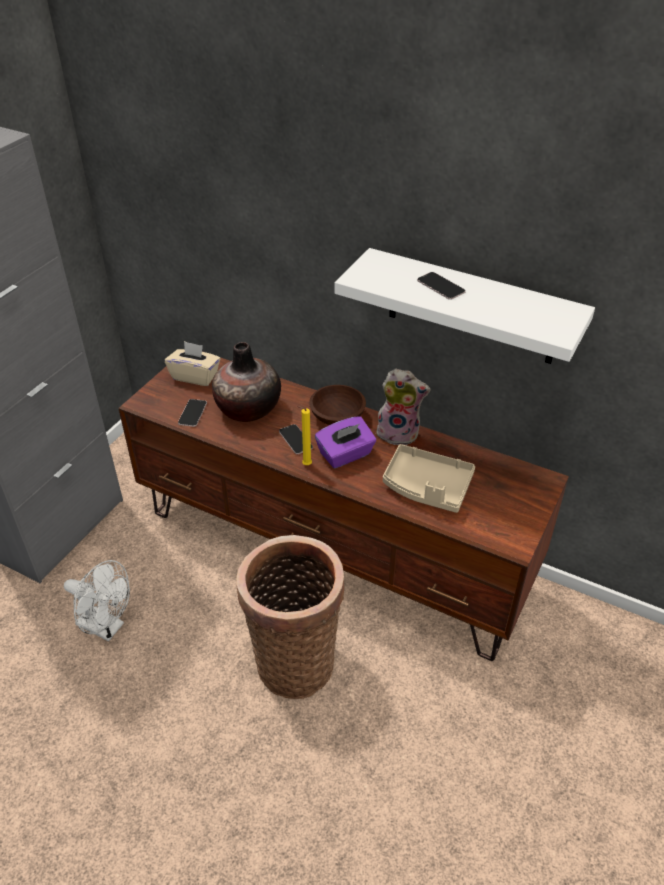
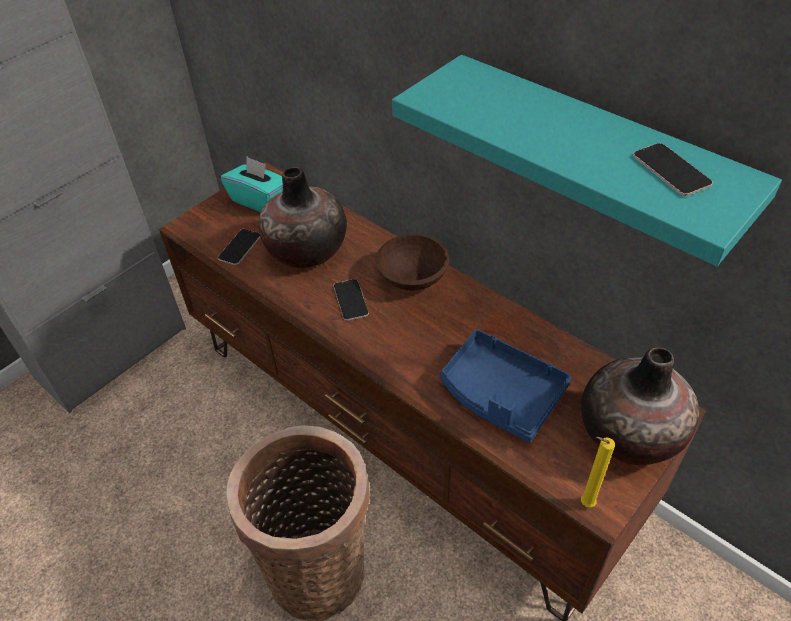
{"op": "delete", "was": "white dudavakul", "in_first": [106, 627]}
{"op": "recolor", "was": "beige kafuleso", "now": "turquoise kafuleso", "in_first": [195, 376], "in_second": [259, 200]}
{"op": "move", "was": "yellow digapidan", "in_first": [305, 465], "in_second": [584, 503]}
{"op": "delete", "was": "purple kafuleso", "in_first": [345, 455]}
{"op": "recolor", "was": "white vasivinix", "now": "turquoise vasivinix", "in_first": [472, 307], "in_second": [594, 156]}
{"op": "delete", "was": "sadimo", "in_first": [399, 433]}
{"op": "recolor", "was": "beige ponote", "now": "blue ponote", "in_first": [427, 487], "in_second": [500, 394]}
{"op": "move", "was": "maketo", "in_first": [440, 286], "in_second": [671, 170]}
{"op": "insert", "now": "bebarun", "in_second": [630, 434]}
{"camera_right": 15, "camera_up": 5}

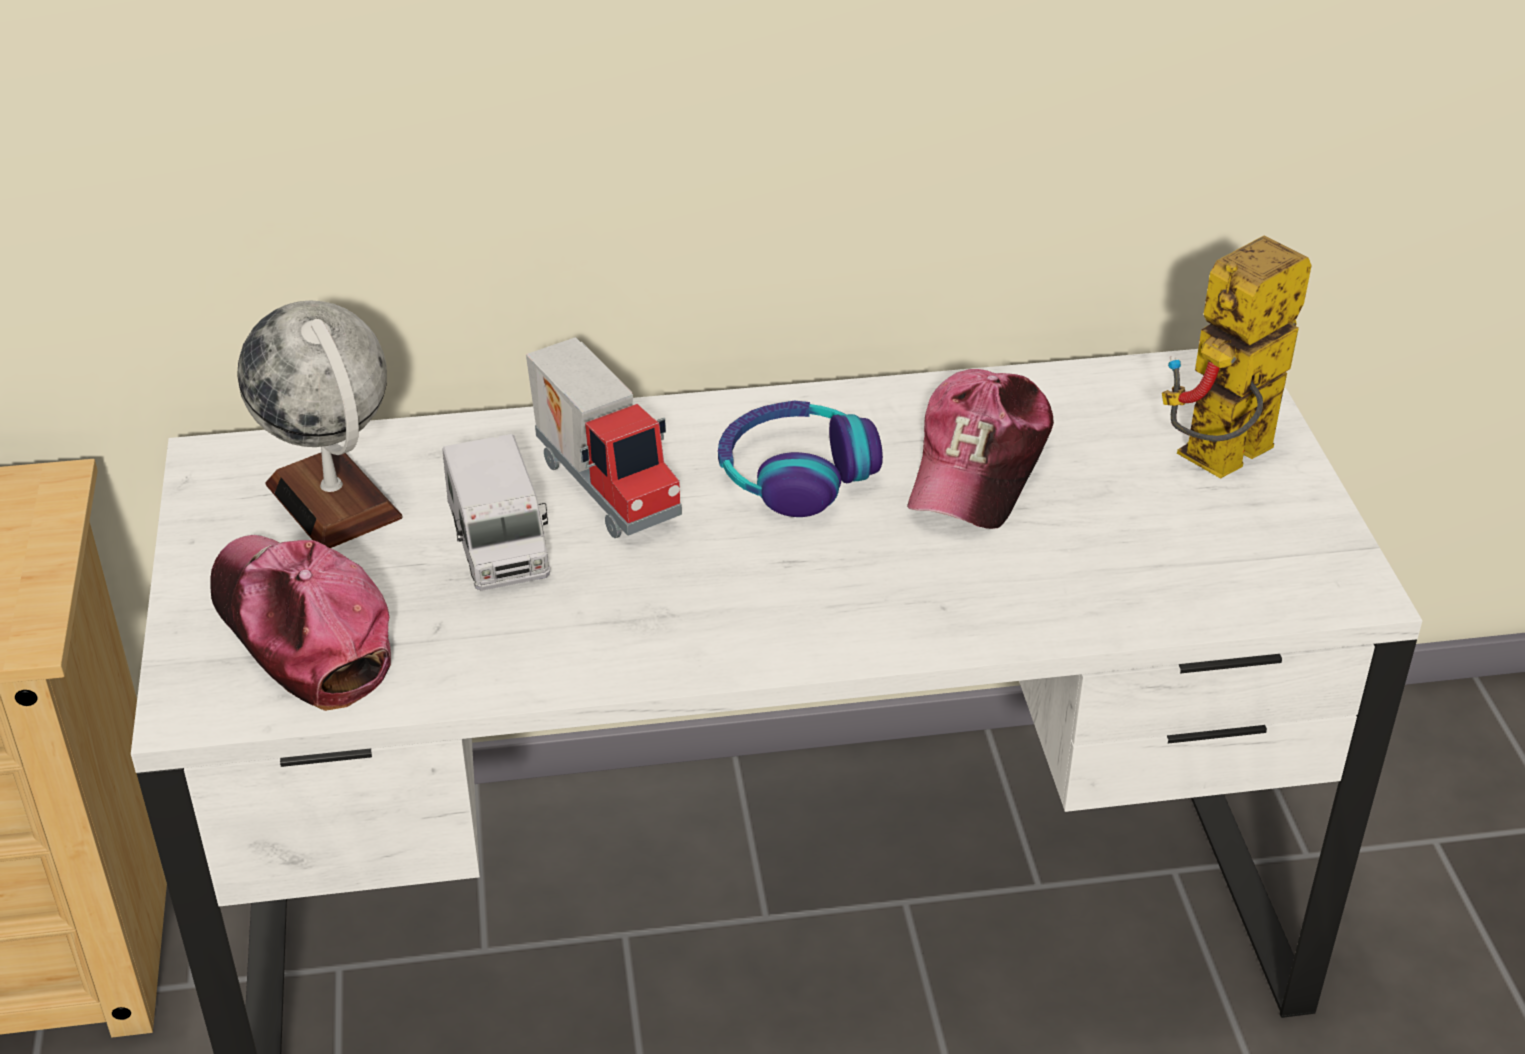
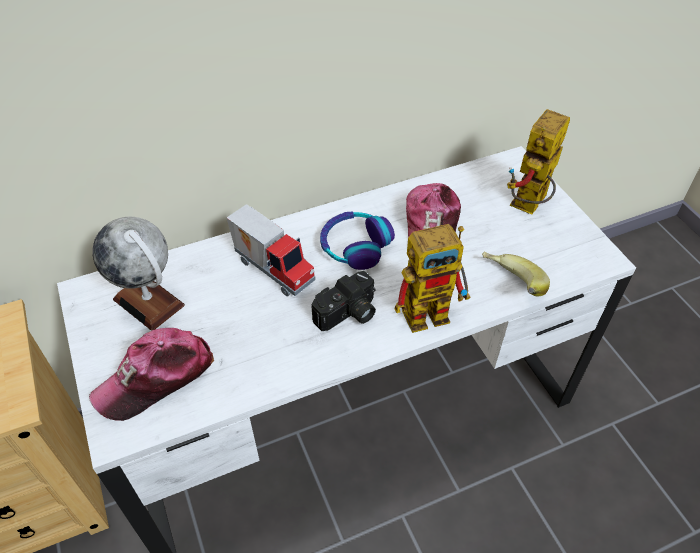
{"op": "rotate", "was": "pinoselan", "in_first": [301, 631], "in_second": [156, 378], "clockwise": -75}
{"op": "delete", "was": "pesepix", "in_first": [498, 544]}
{"op": "insert", "now": "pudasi", "in_second": [348, 314]}
{"op": "insert", "now": "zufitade", "in_second": [433, 310]}
{"op": "insert", "now": "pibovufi", "in_second": [509, 286]}
{"camera_right": -15, "camera_up": 10}

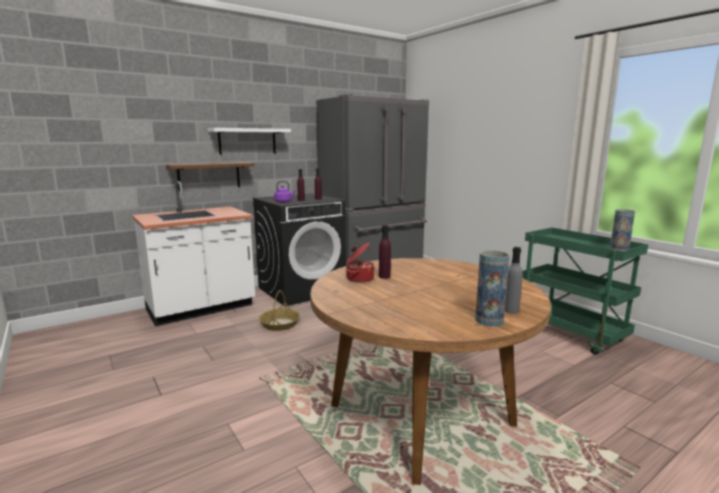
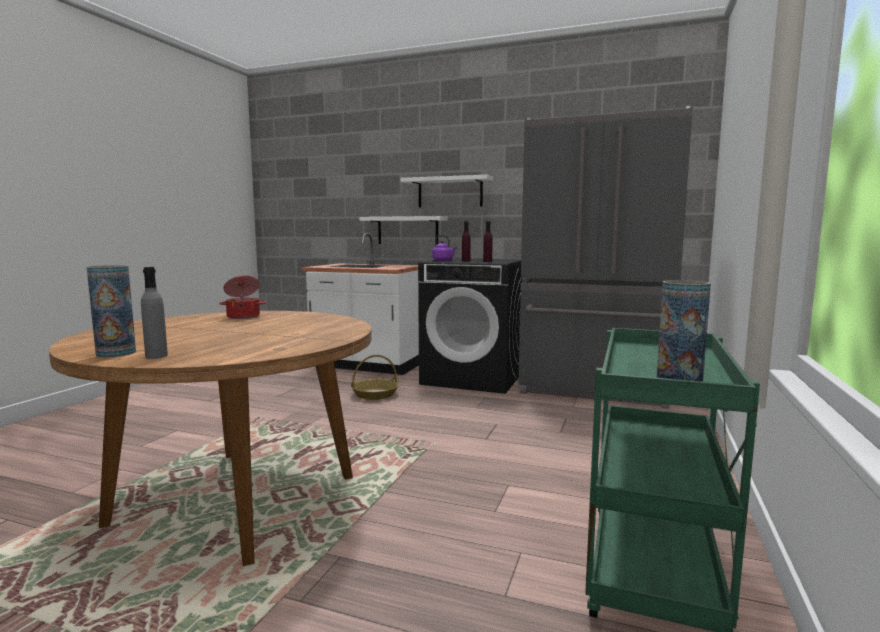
{"op": "recolor", "was": "brown vasivinix", "now": "white vasivinix", "in_first": [209, 176], "in_second": [407, 230]}
{"op": "delete", "was": "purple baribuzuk", "in_first": [384, 276]}
{"camera_right": 55, "camera_up": -5}

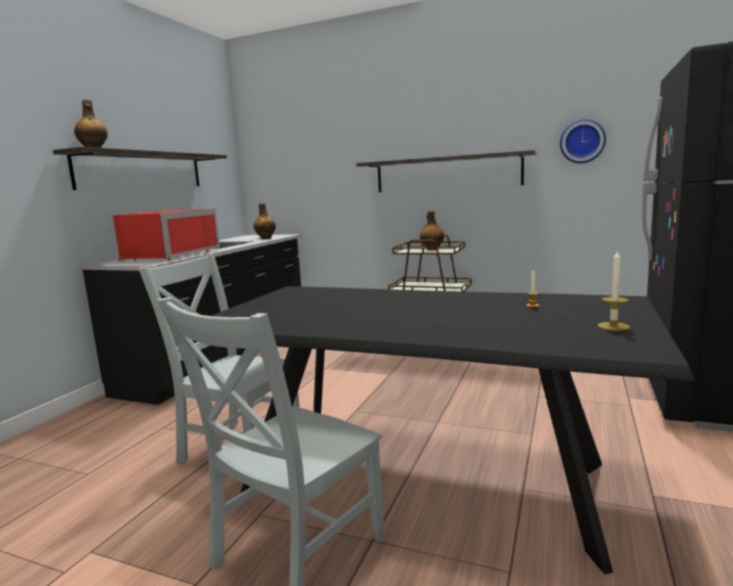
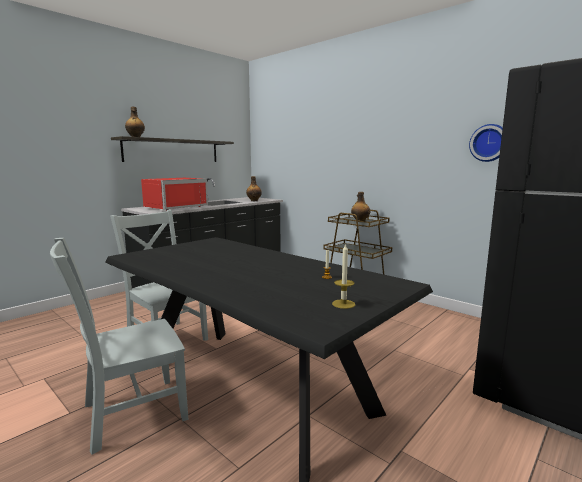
{"op": "delete", "was": "vasivinix", "in_first": [447, 173]}
{"camera_right": 20, "camera_up": 0}

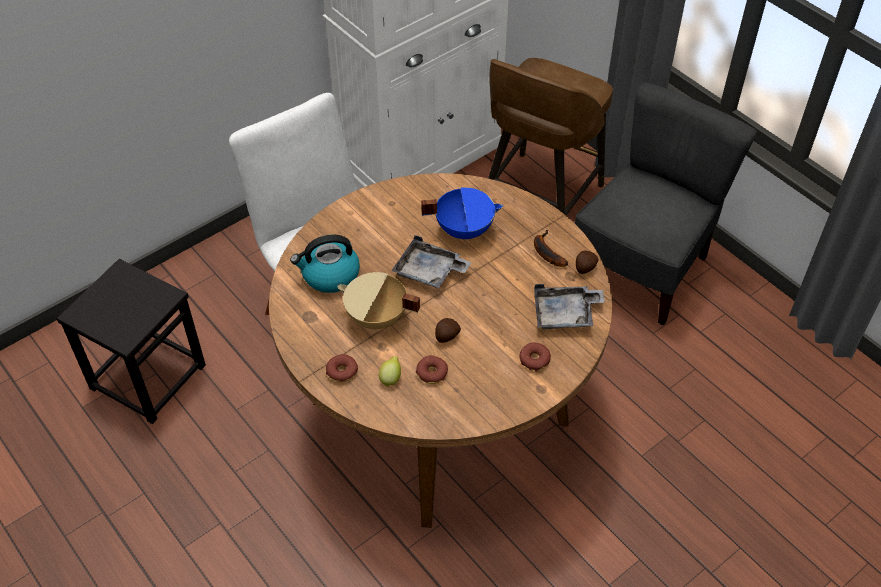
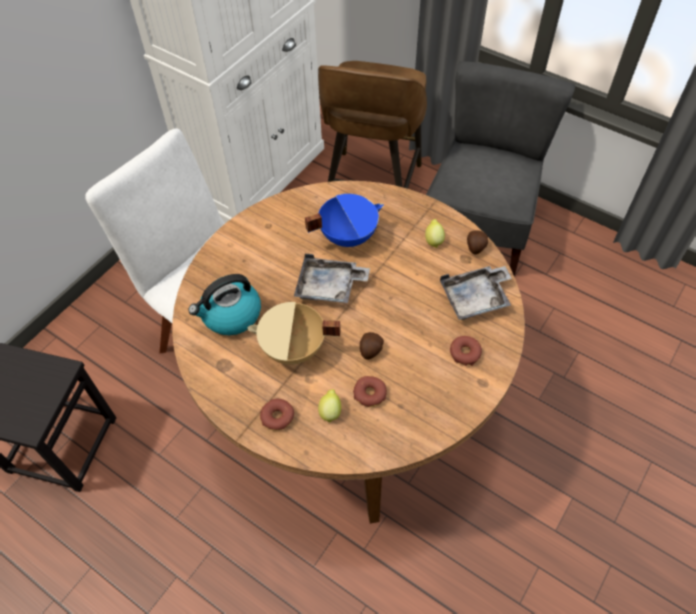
{"op": "replace", "was": "pibovufi", "now": "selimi", "in_first": [546, 252], "in_second": [433, 240]}
{"camera_right": -15, "camera_up": 5}

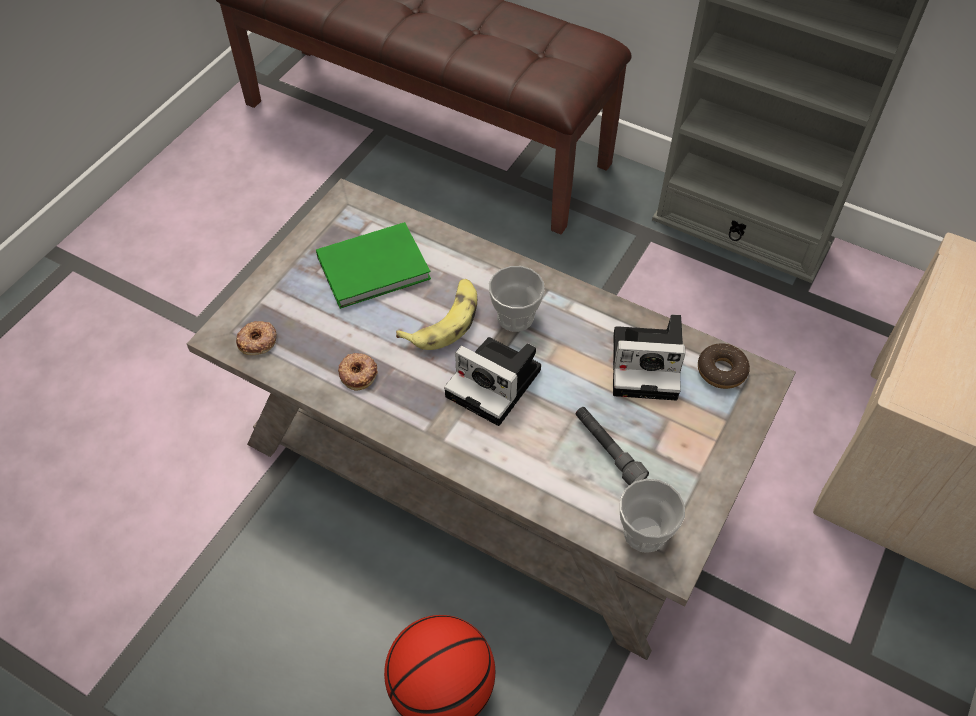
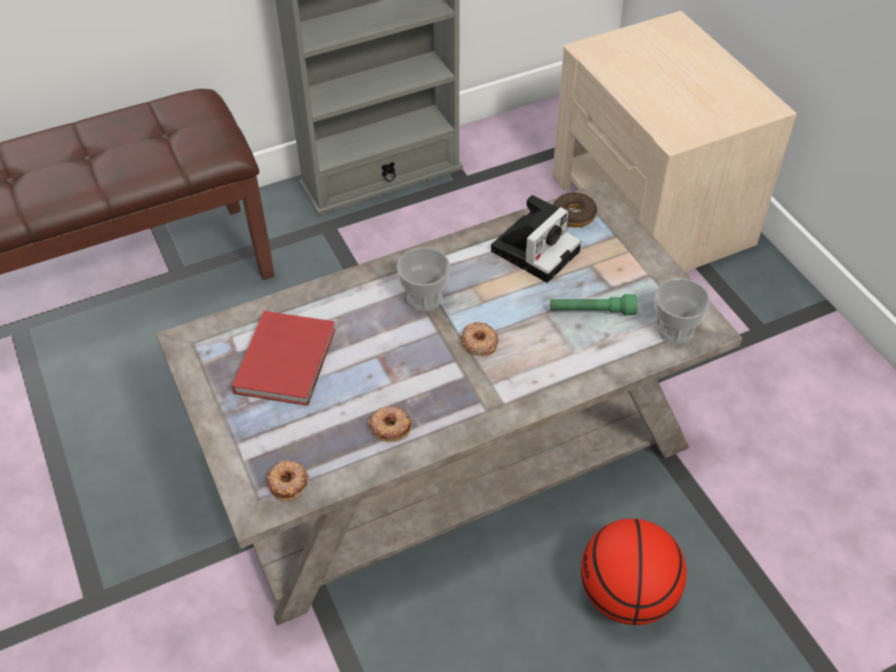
{"op": "recolor", "was": "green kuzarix", "now": "red kuzarix", "in_first": [377, 268], "in_second": [288, 359]}
{"op": "delete", "was": "pibovufi", "in_first": [444, 320]}
{"op": "replace", "was": "pudasi", "now": "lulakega", "in_first": [497, 384], "in_second": [479, 342]}
{"op": "recolor", "was": "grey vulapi", "now": "green vulapi", "in_first": [607, 450], "in_second": [592, 311]}
{"camera_right": -55, "camera_up": -5}

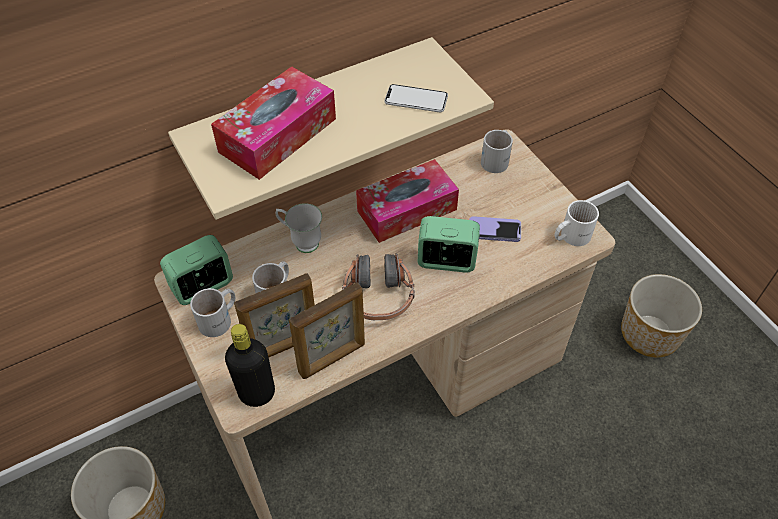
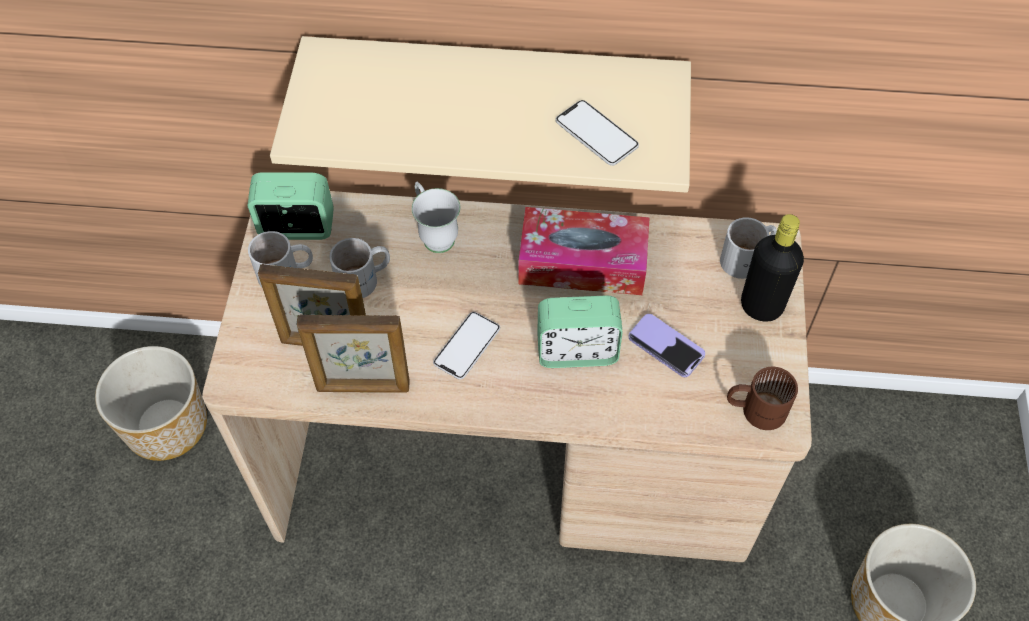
{"op": "delete", "was": "kafuleso", "in_first": [278, 135]}
{"op": "move", "was": "black baribuzuk", "in_first": [257, 393], "in_second": [761, 306]}
{"op": "replace", "was": "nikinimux", "now": "maketo", "in_first": [378, 296], "in_second": [467, 346]}
{"op": "rotate", "was": "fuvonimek", "in_first": [446, 261], "in_second": [577, 351], "clockwise": 135}
{"op": "recolor", "was": "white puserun", "now": "brown puserun", "in_first": [570, 235], "in_second": [756, 407]}
{"camera_right": 35, "camera_up": 5}

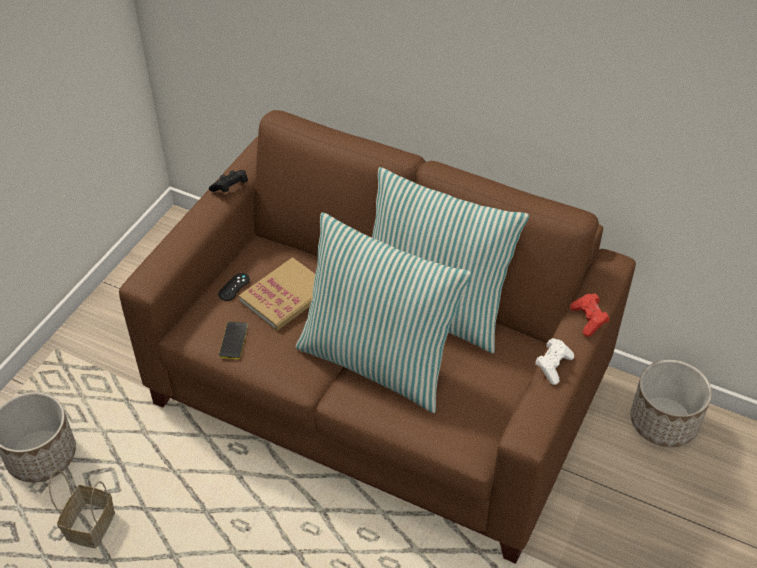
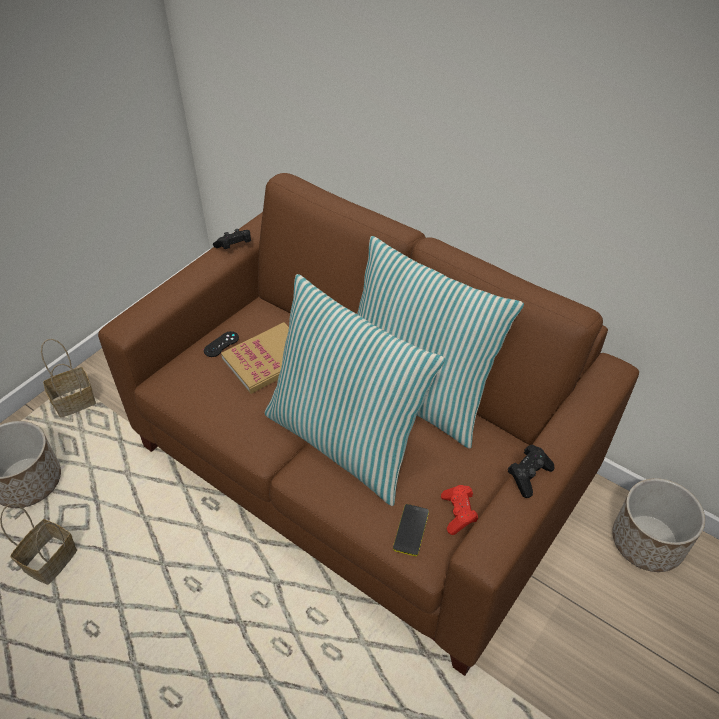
{"op": "move", "was": "maketo", "in_first": [234, 340], "in_second": [411, 530]}
{"op": "recolor", "was": "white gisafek", "now": "black gisafek", "in_first": [553, 366], "in_second": [528, 475]}
{"op": "move", "was": "red gisafek", "in_first": [589, 320], "in_second": [458, 514]}
{"op": "insert", "now": "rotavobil", "in_second": [76, 401]}
{"camera_right": 10, "camera_up": 0}

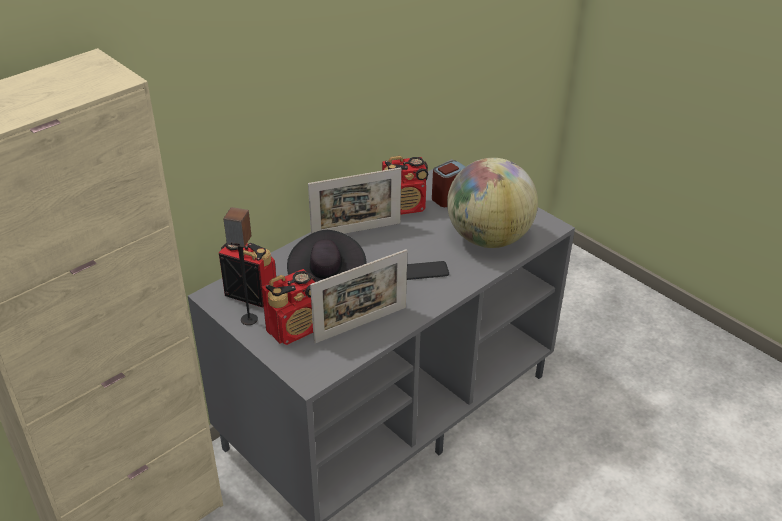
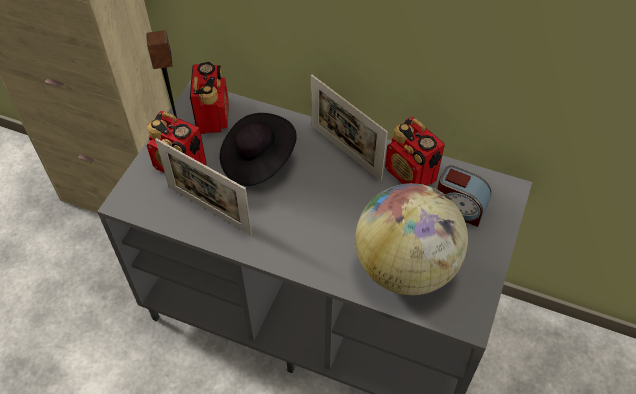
{"op": "delete", "was": "maketo", "in_first": [425, 271]}
{"camera_right": 65, "camera_up": 15}

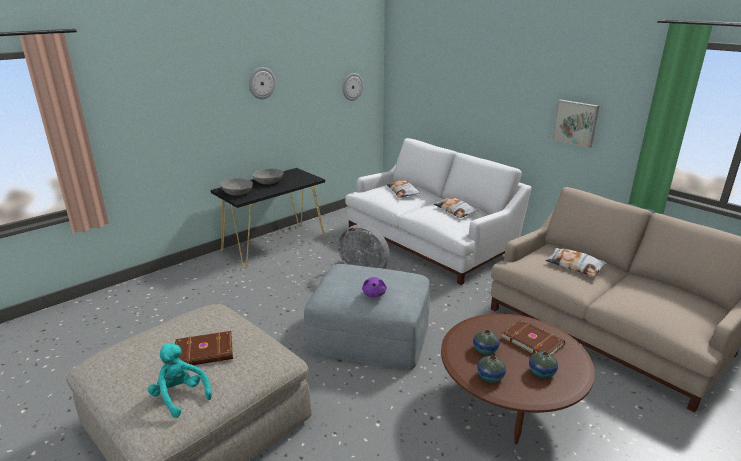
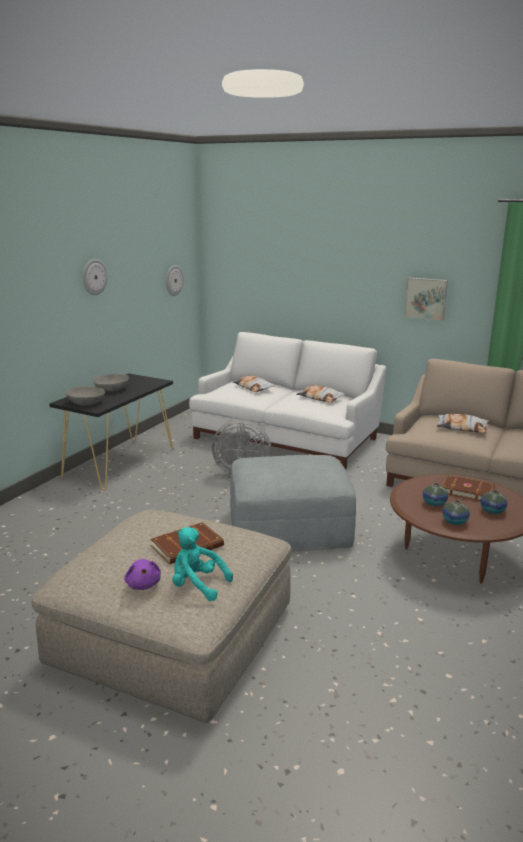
{"op": "move", "was": "purple sadimo", "in_first": [374, 294], "in_second": [143, 584]}
{"camera_right": -20, "camera_up": -5}

